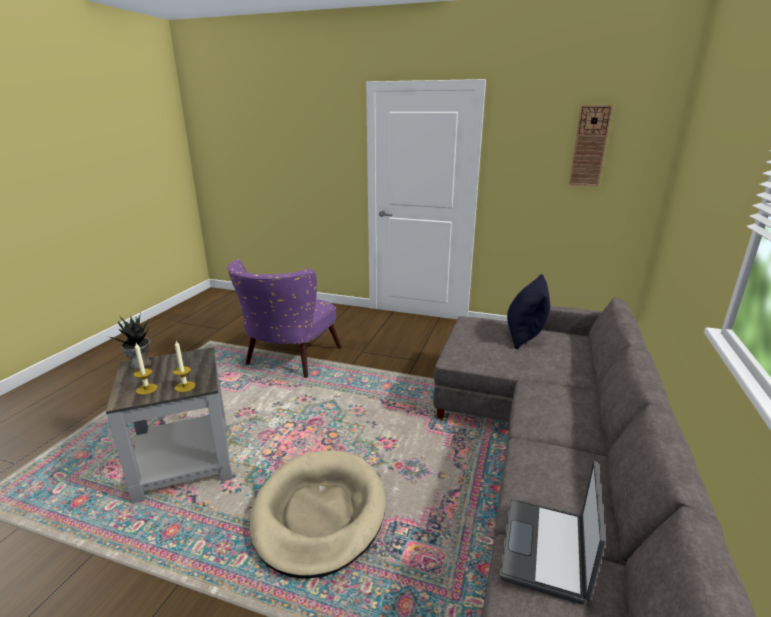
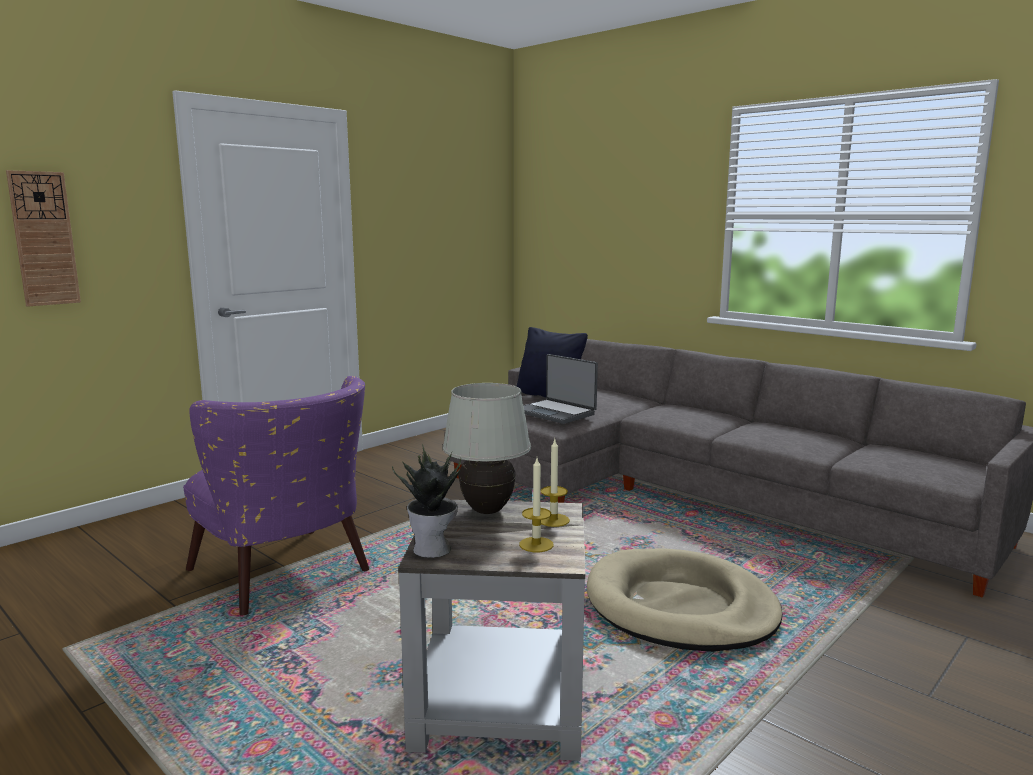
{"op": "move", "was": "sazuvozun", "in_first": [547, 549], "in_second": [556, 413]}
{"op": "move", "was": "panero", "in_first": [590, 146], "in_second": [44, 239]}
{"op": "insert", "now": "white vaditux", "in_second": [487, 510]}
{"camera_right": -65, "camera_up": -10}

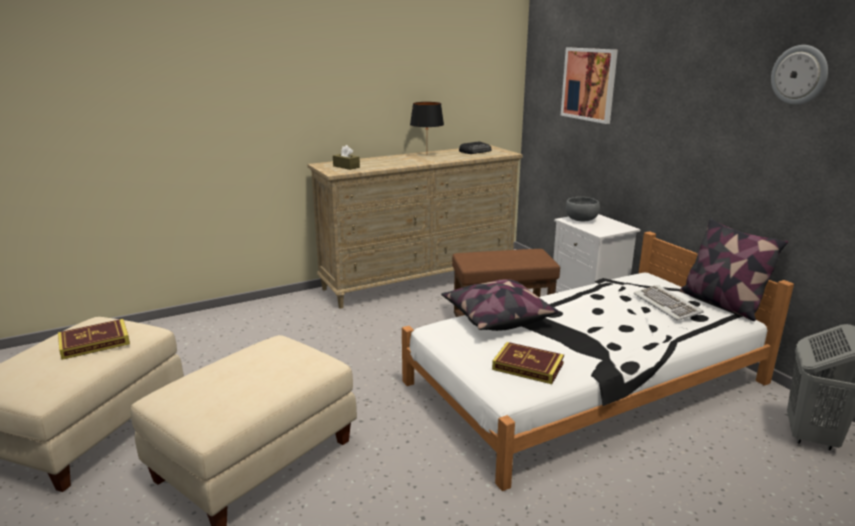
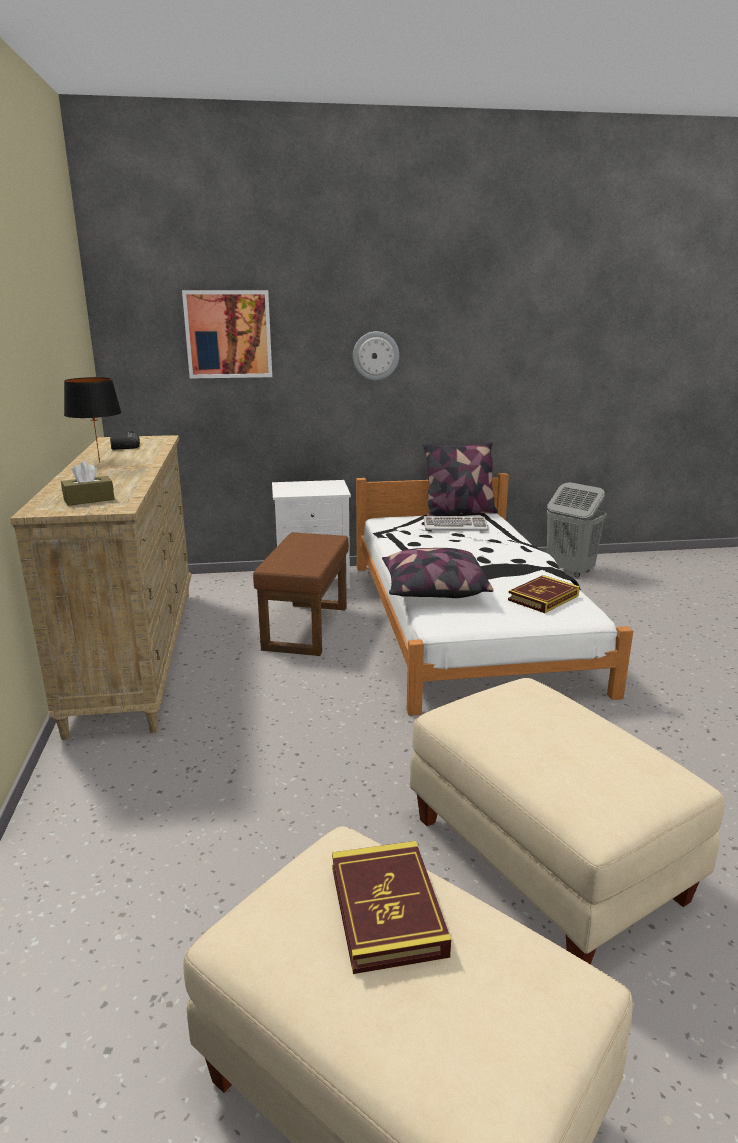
{"op": "delete", "was": "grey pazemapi", "in_first": [581, 220]}
{"op": "move", "was": "panero", "in_first": [799, 75], "in_second": [375, 355]}
{"camera_right": -70, "camera_up": 0}

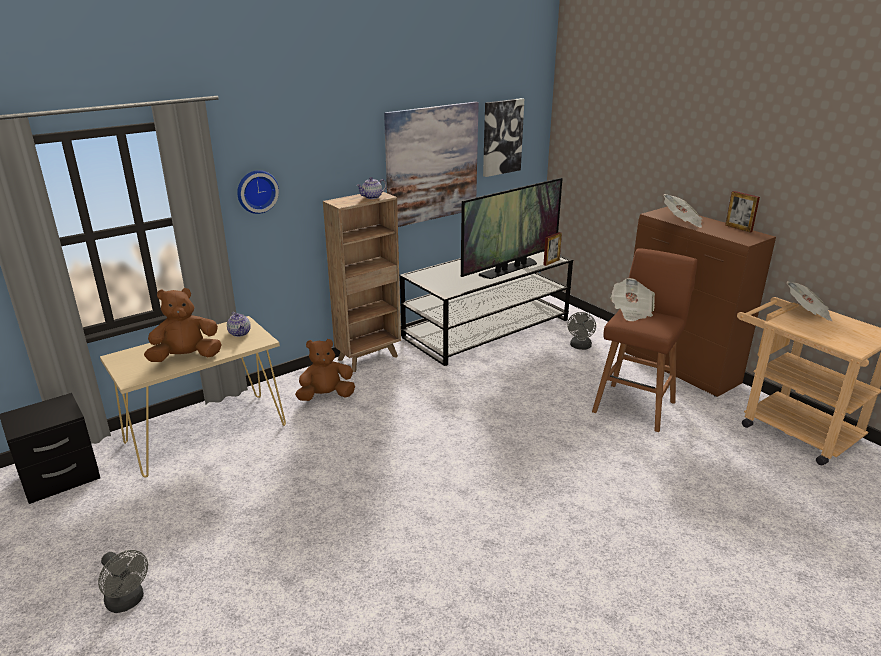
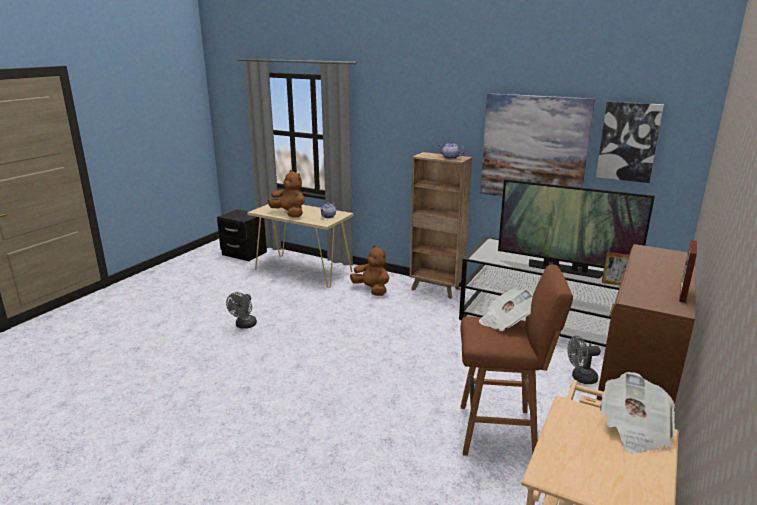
{"op": "move", "was": "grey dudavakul", "in_first": [128, 602], "in_second": [244, 326]}
{"op": "delete", "was": "panero", "in_first": [256, 191]}
{"op": "delete", "was": "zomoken", "in_first": [682, 222]}
{"camera_right": 65, "camera_up": -5}

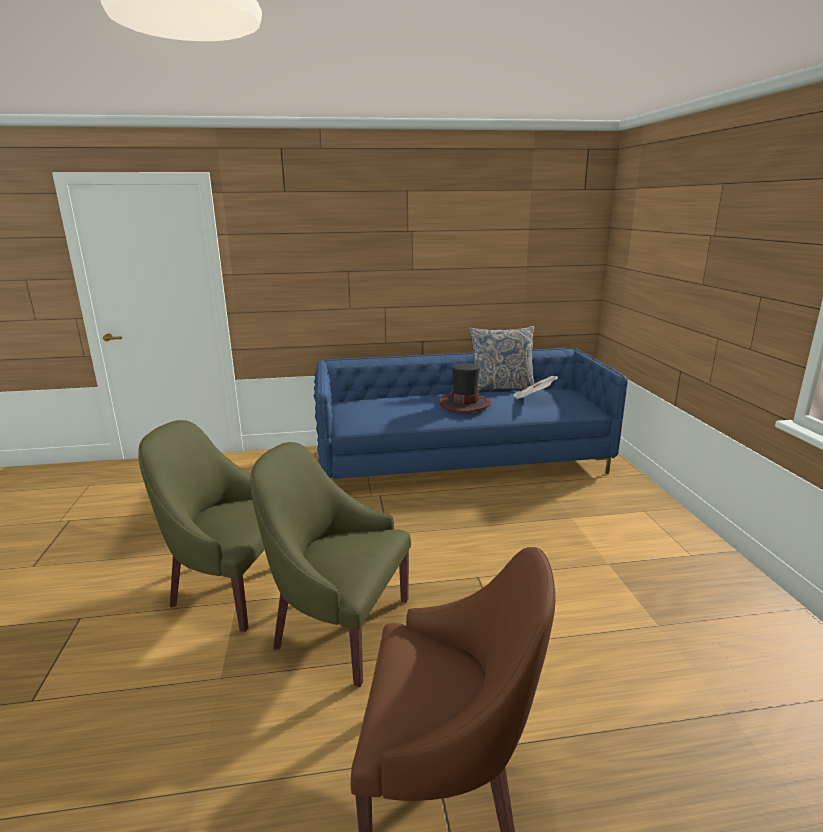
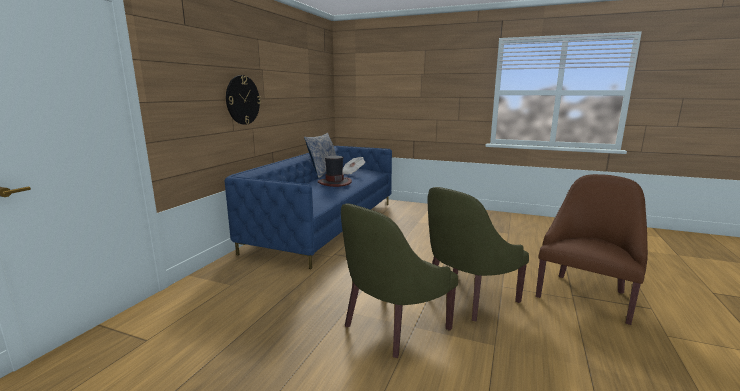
{"op": "insert", "now": "panero", "in_second": [242, 100]}
{"camera_right": -60, "camera_up": -5}

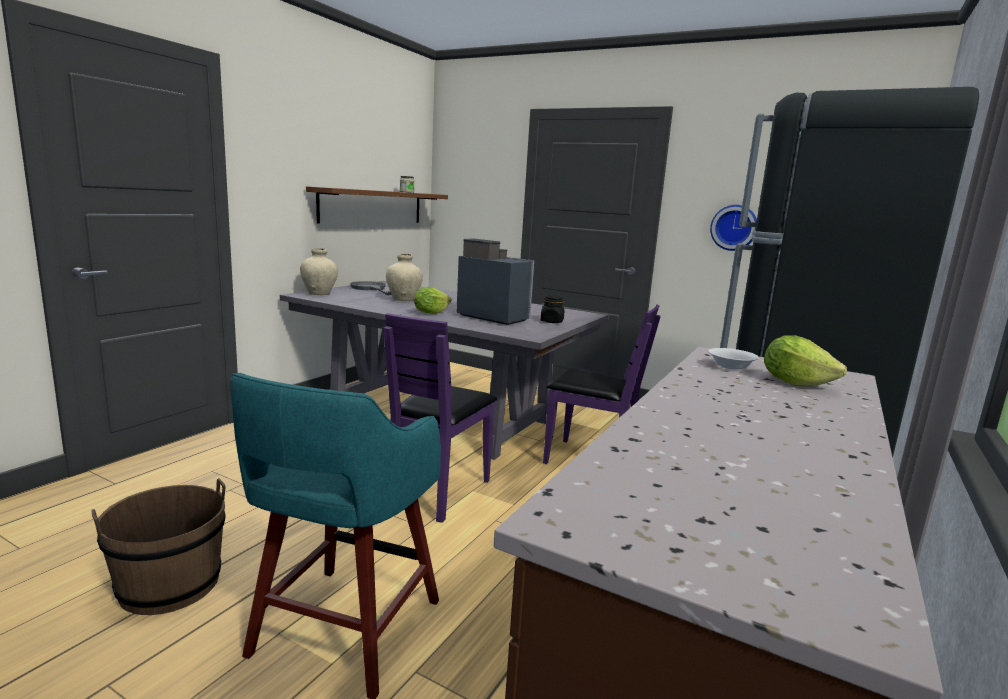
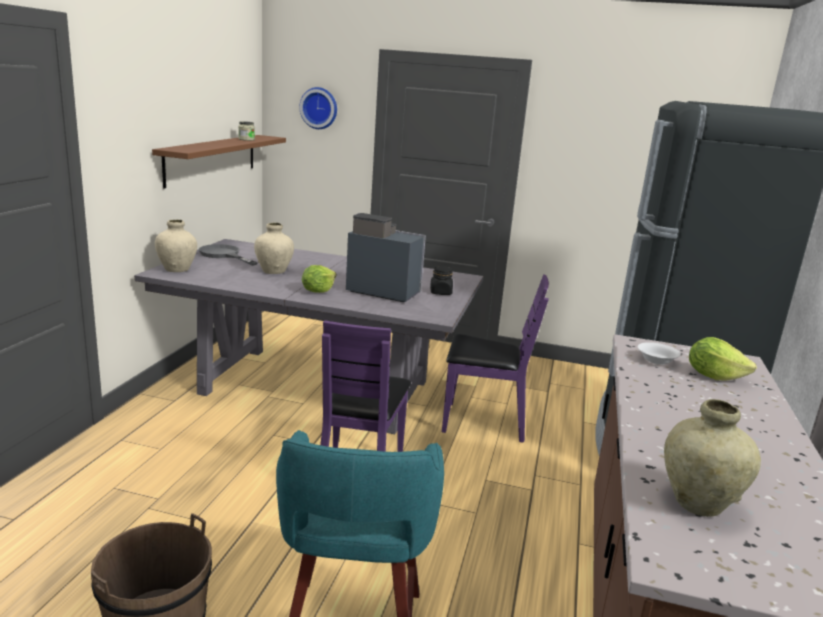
{"op": "move", "was": "panero", "in_first": [734, 227], "in_second": [319, 108]}
{"op": "insert", "now": "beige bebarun", "in_second": [698, 503]}
{"camera_right": -15, "camera_up": 5}

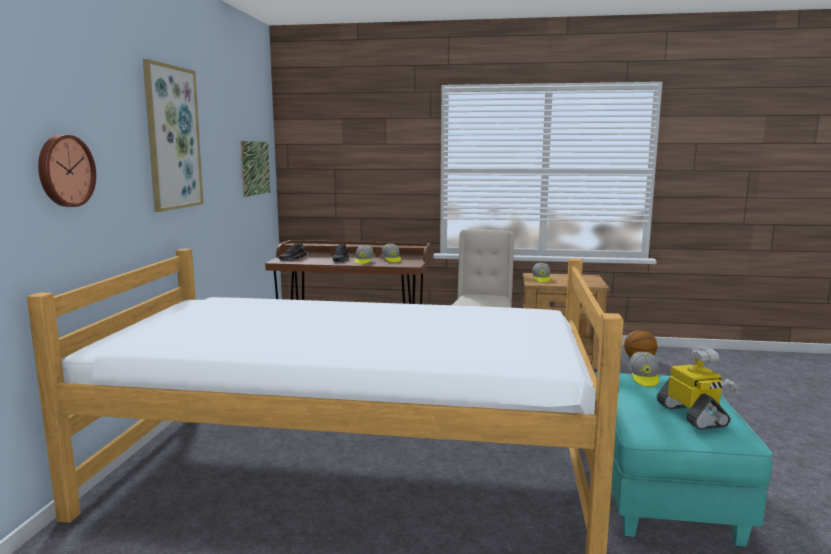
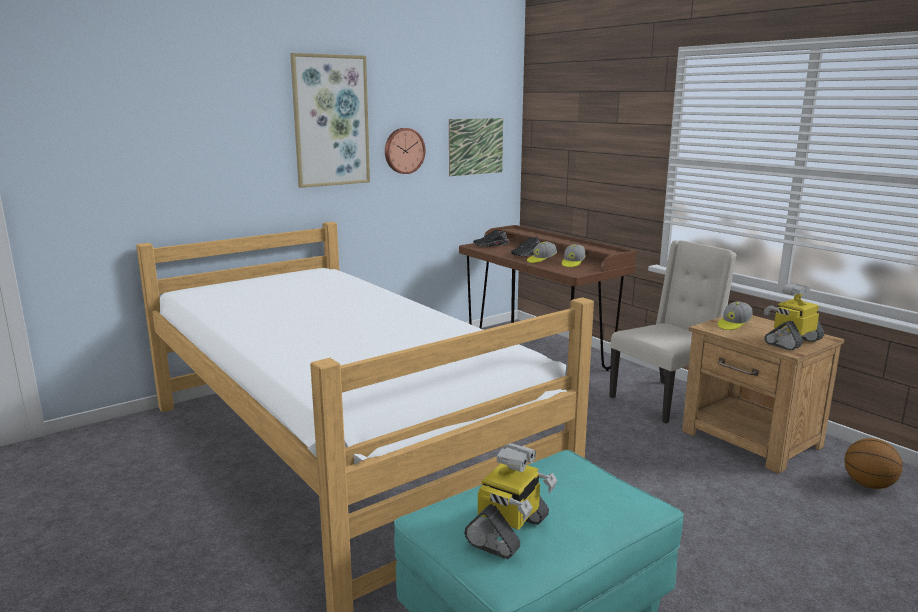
{"op": "move", "was": "panero", "in_first": [64, 171], "in_second": [403, 150]}
{"op": "delete", "was": "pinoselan", "in_first": [644, 378]}
{"op": "insert", "now": "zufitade", "in_second": [792, 342]}
{"camera_right": 45, "camera_up": 5}

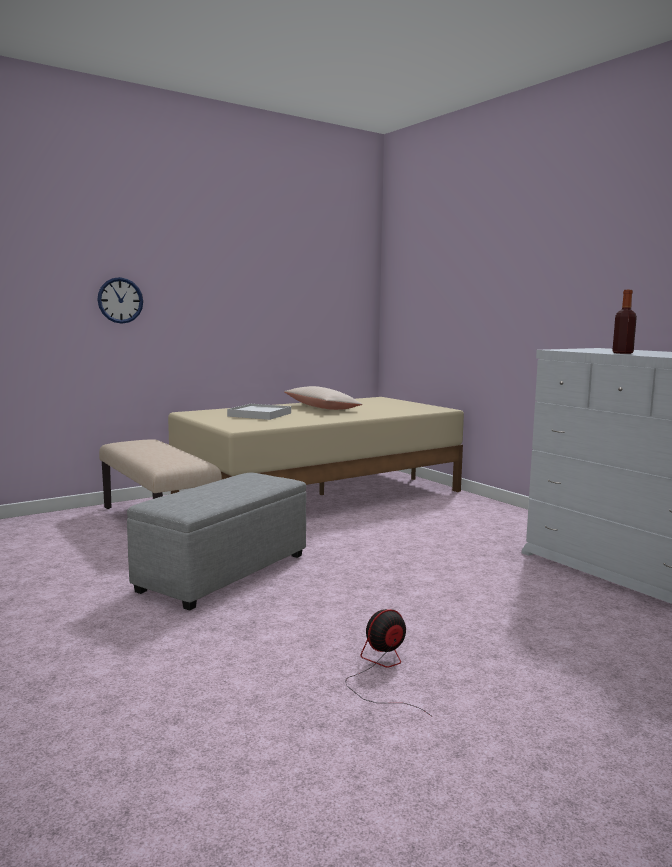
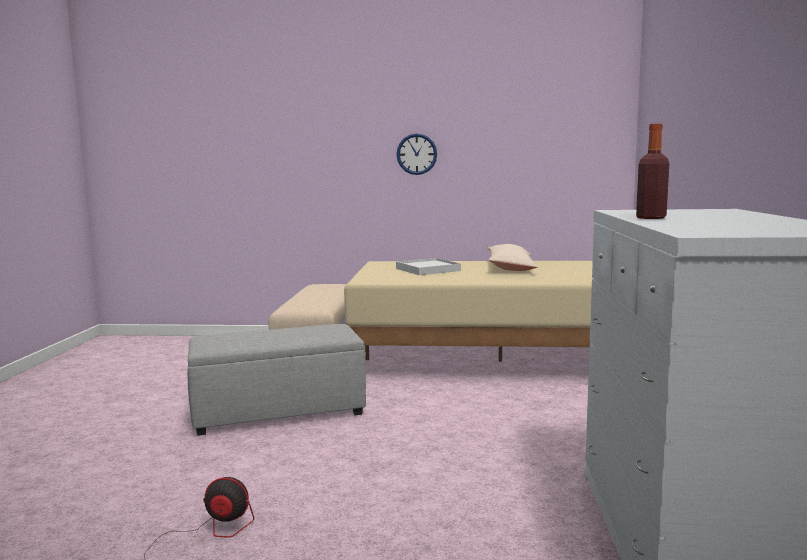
{"op": "move", "was": "panero", "in_first": [120, 300], "in_second": [416, 154]}
{"camera_right": 40, "camera_up": 0}

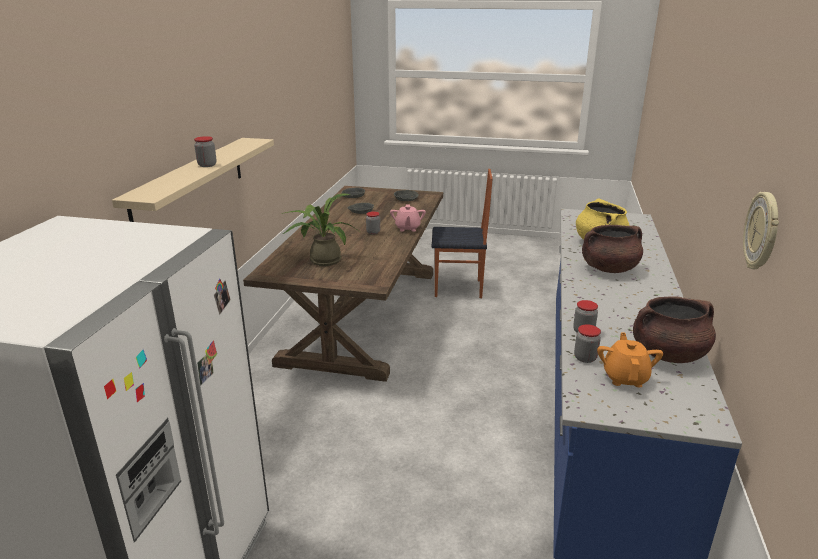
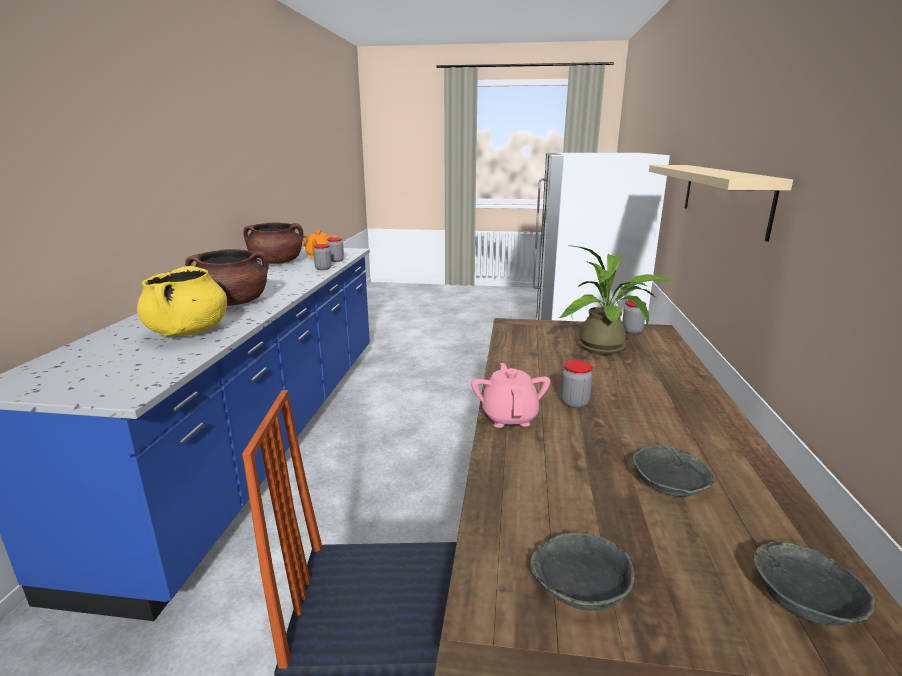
{"op": "move", "was": "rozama", "in_first": [207, 165], "in_second": [632, 331]}
{"op": "delete", "was": "panero", "in_first": [763, 231]}
{"camera_right": 175, "camera_up": -5}

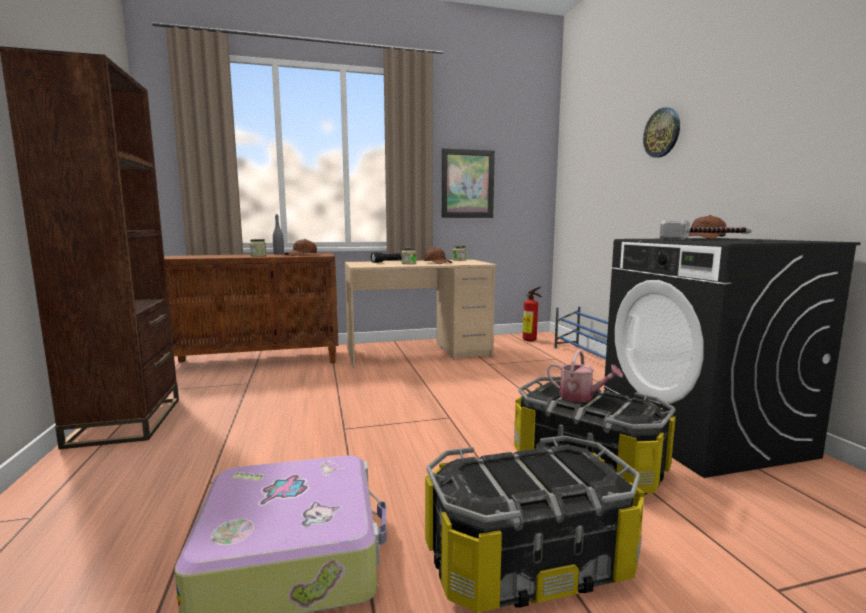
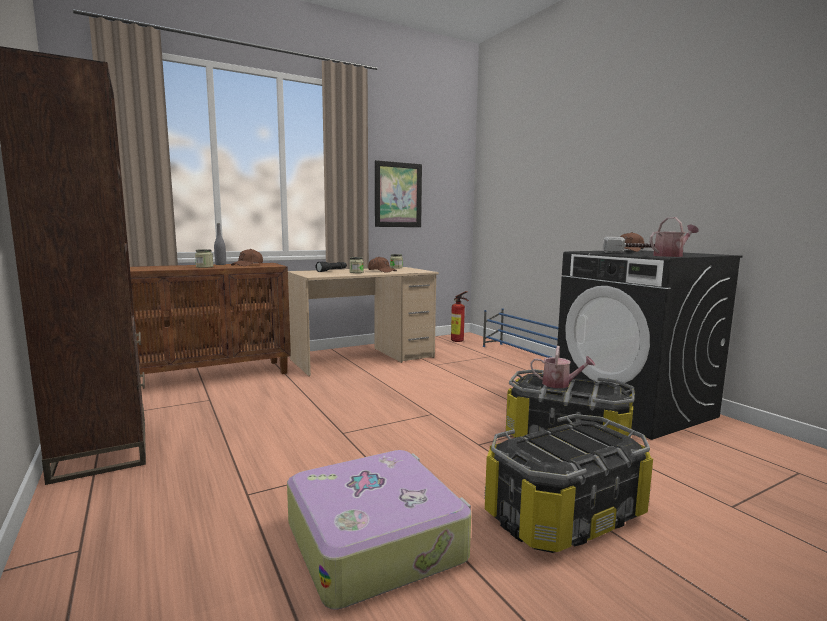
{"op": "delete", "was": "panero", "in_first": [662, 133]}
{"op": "insert", "now": "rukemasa", "in_second": [670, 256]}
{"camera_right": -15, "camera_up": 0}

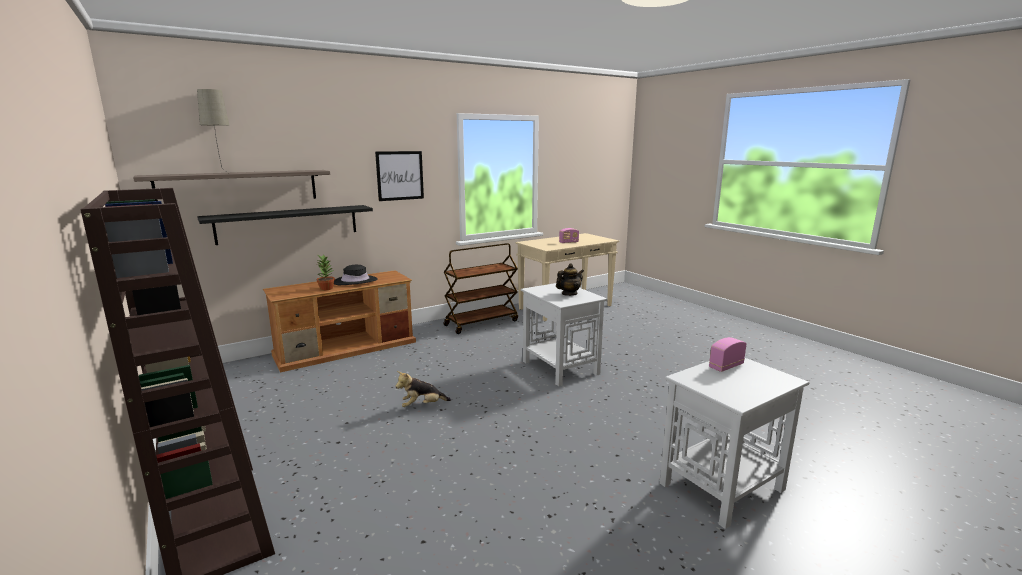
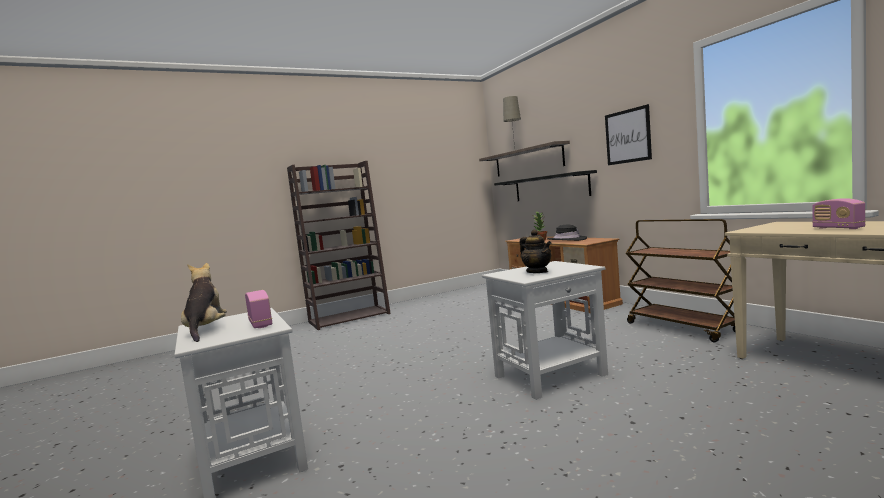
{"op": "move", "was": "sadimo", "in_first": [422, 406], "in_second": [206, 330]}
{"camera_right": 95, "camera_up": -10}

